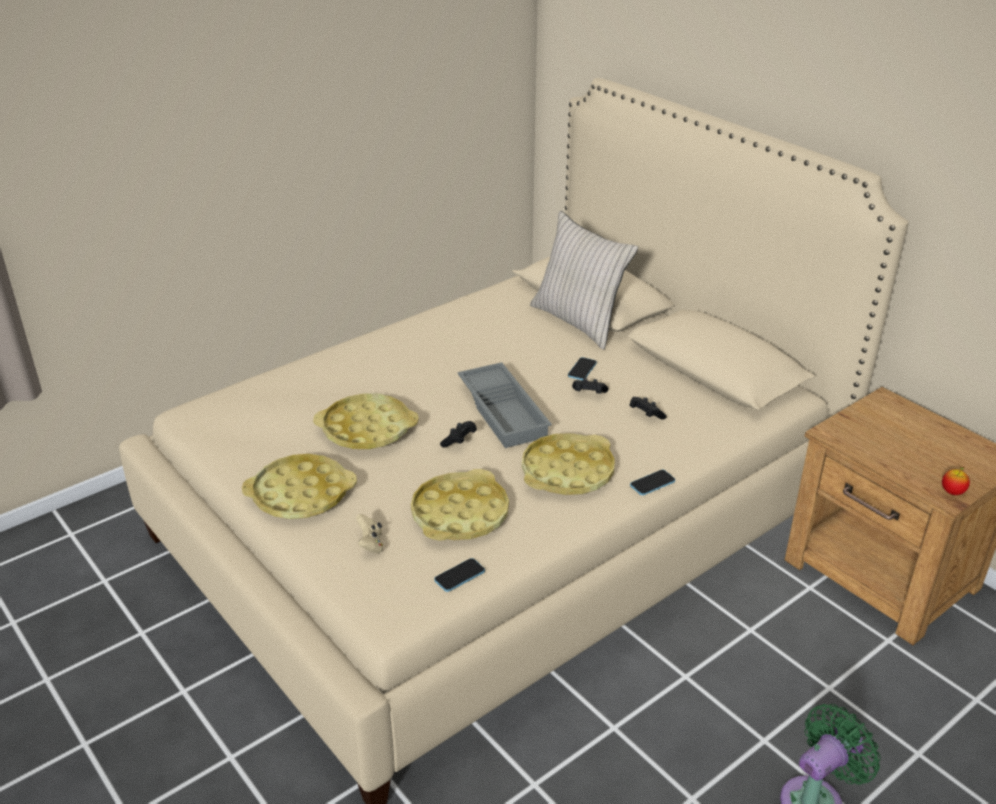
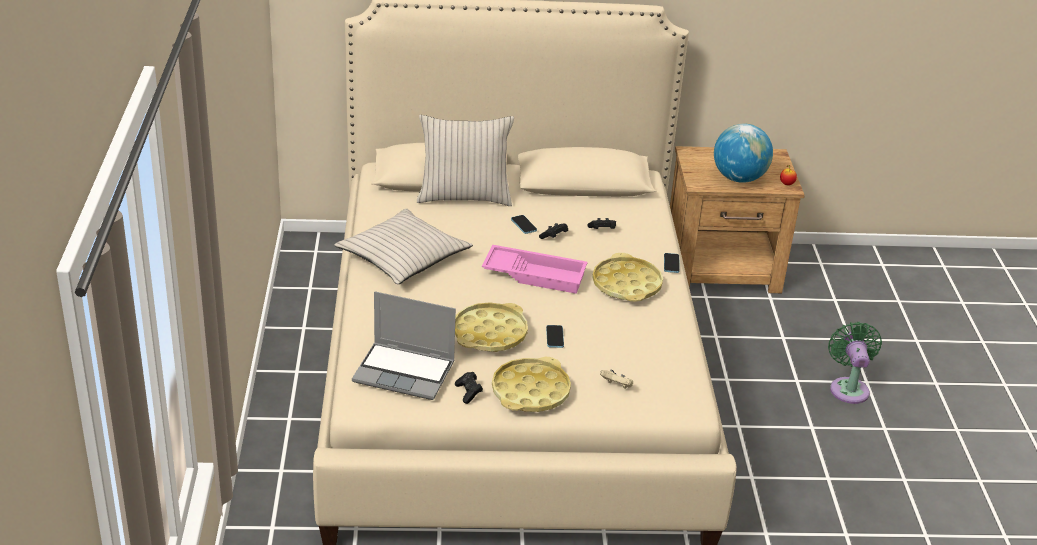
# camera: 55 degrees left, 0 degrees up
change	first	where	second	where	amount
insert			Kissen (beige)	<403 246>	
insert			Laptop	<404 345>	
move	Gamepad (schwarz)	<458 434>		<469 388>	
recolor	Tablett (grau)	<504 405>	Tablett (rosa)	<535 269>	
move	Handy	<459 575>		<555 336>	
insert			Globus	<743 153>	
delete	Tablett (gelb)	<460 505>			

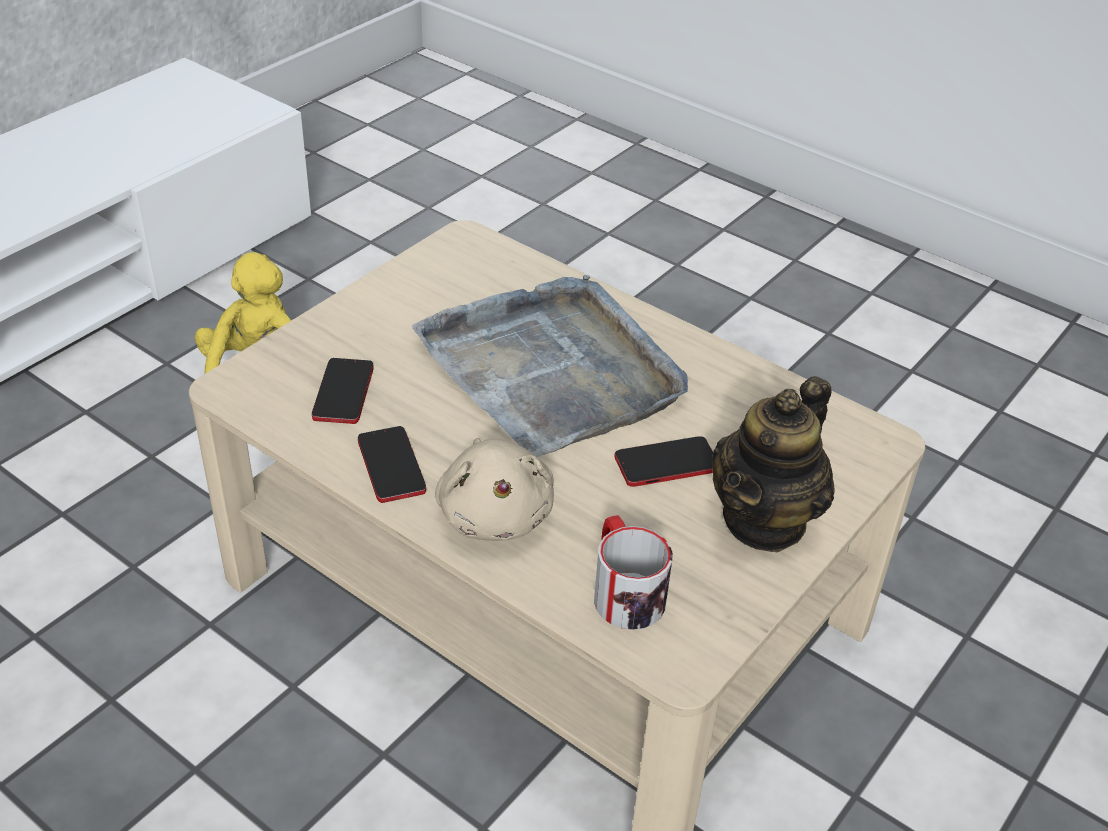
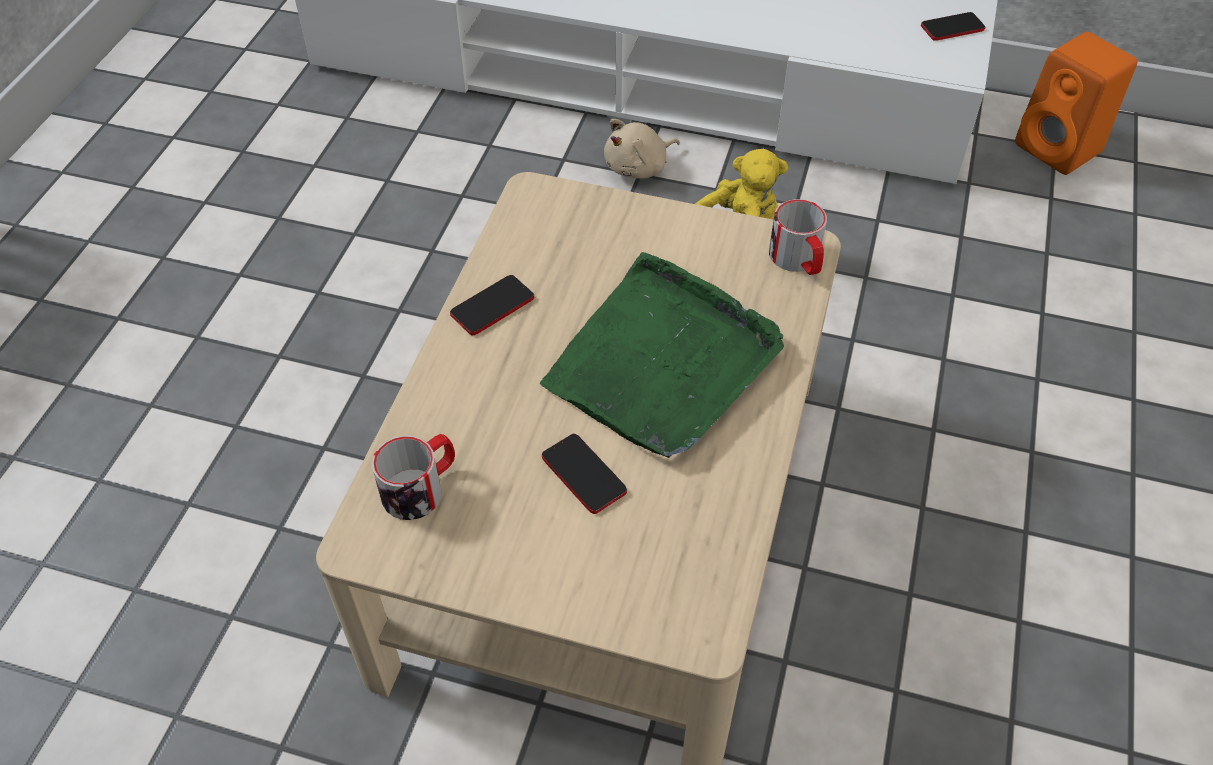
# camera: 70 degrees right, 10 degrees up
change	first	where	second	where	amount
recolor	Tablett (grau)	<550 366>	Tablett (grün)	<662 355>	
move	Plüschtier (beige)	<494 489>		<642 149>	
insert			Henkelbecher	<798 237>	
move	Handy	<343 391>		<953 26>	
insert			Lautsprecher (orange)	<1076 103>	
delete	Teekanne	<773 464>			

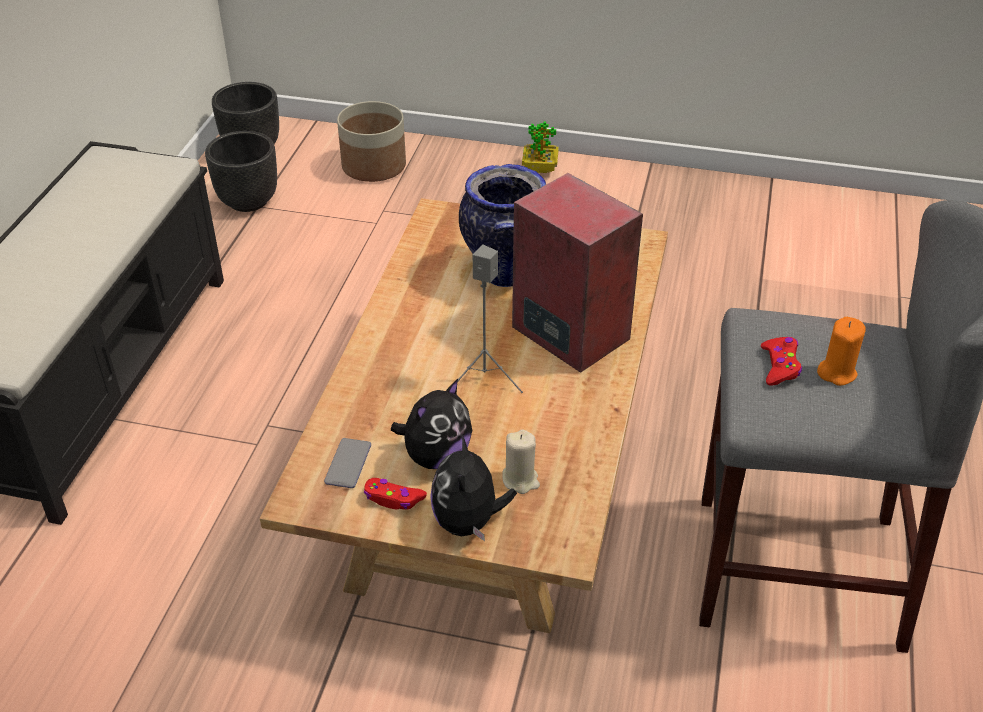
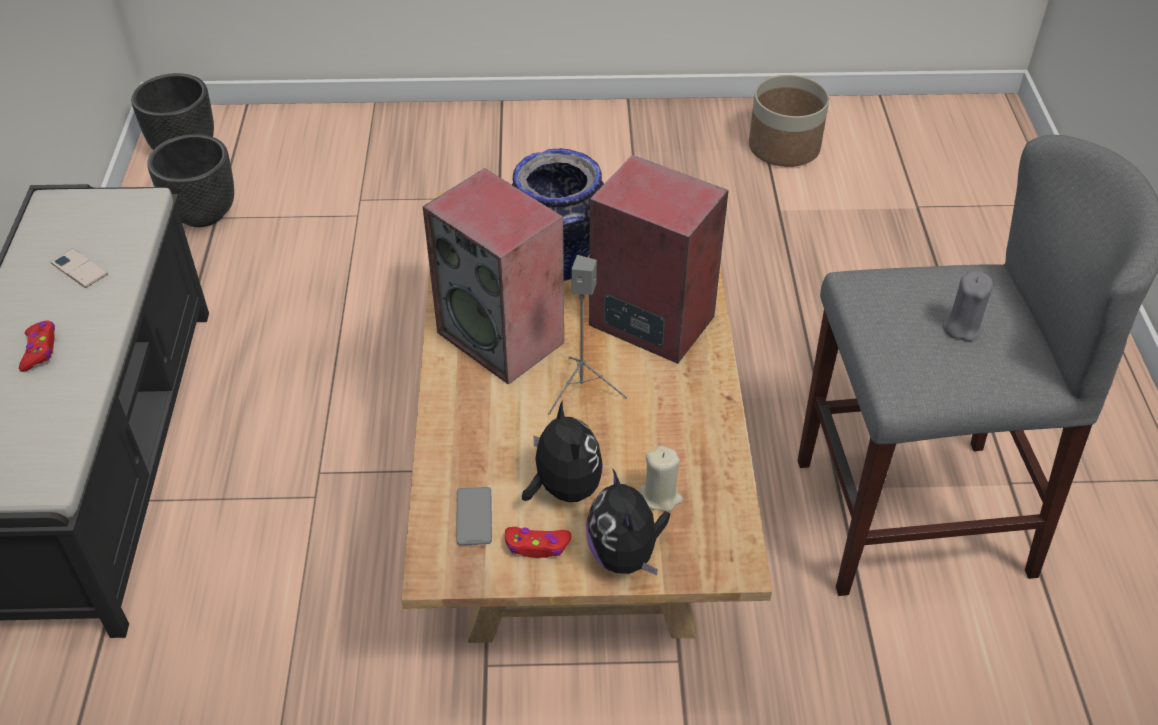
# camera: 15 degrees left, 5 degrees up
change	first	where	second	where	amount
move	Gamepad (rot)	<781 361>		<37 346>	
insert			Handy	<79 268>	
insert			Lautsprecher	<493 276>	
rotate	Plüschtier	<431 424>		<562 451>	45 degrees counterclockwise
move	Pflanzkübel	<371 141>		<789 121>	
recolor	Kerze (orange)	<841 351>	Kerze (grau)	<968 306>	
delete	Topfpflanze	<540 147>			

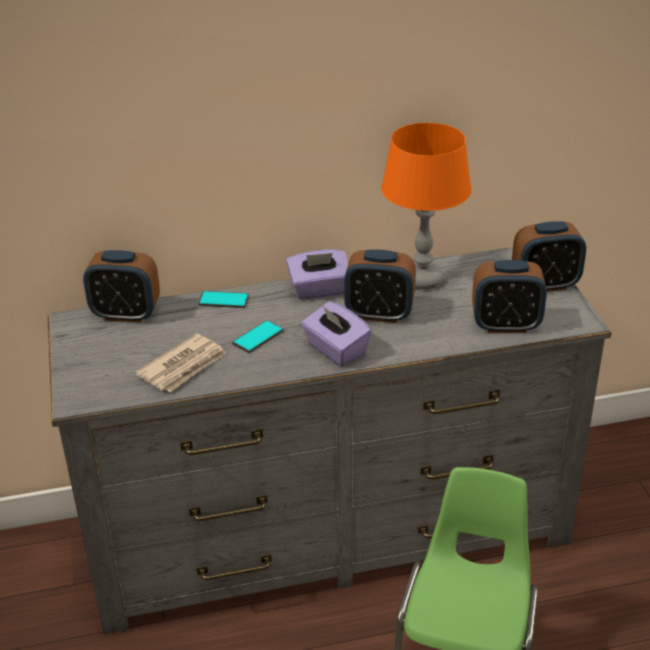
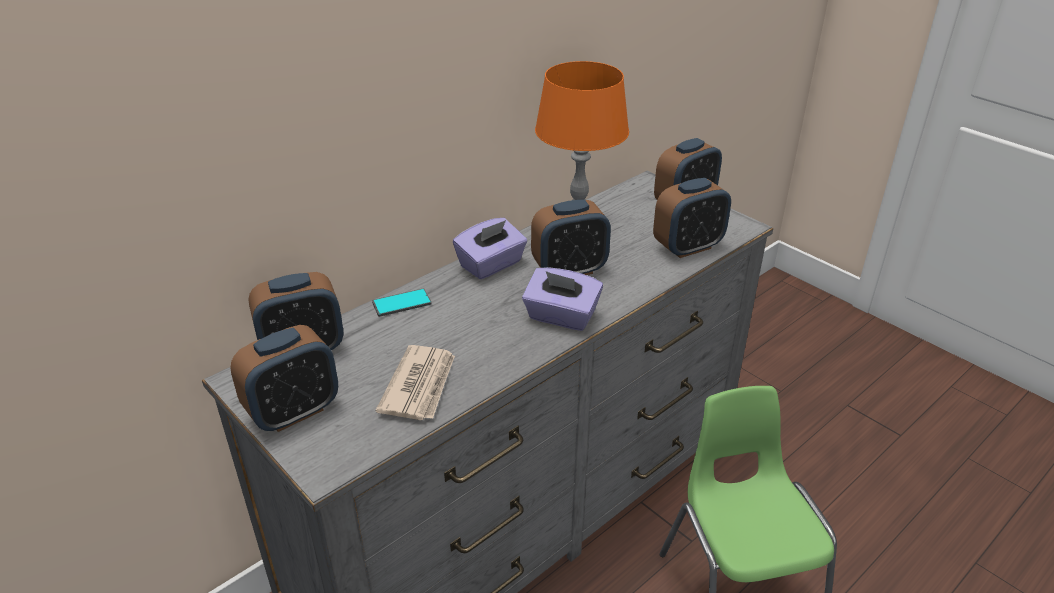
# camera: 30 degrees left, 0 degrees up
change	first	where	second	where	amount
insert			Wecker	<284 378>	
delete	Handy	<258 336>			

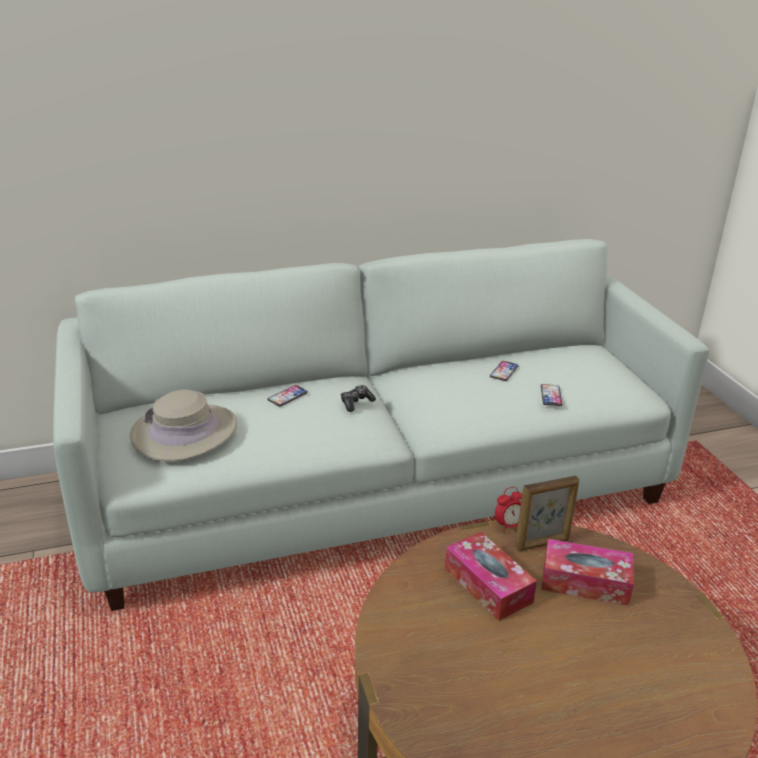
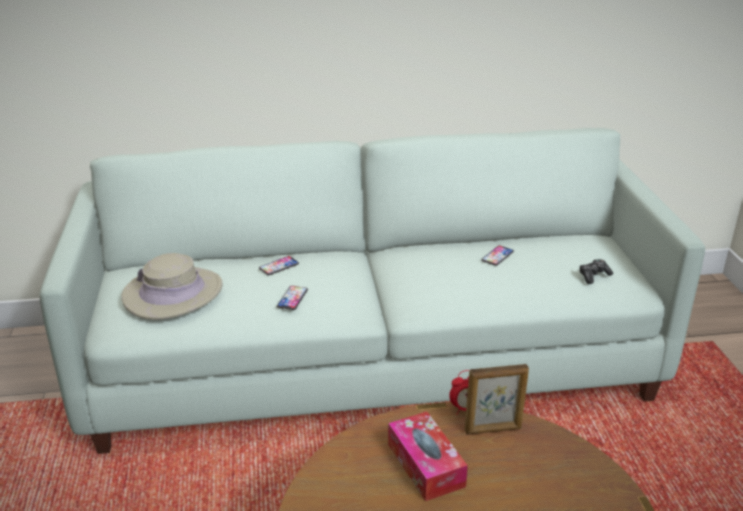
# camera: 10 degrees right, 0 degrees up
change	first	where	second	where	amount
move	Handy	<552 395>		<292 298>	
move	Gamepad	<358 398>		<596 271>	
delete	Taschentuchbox	<588 572>			

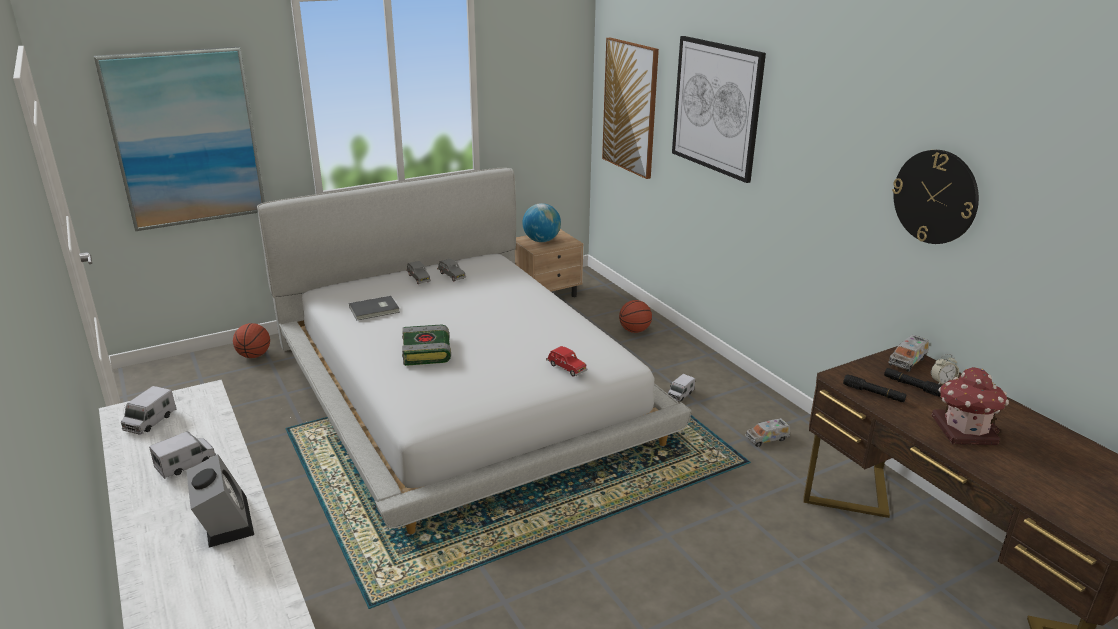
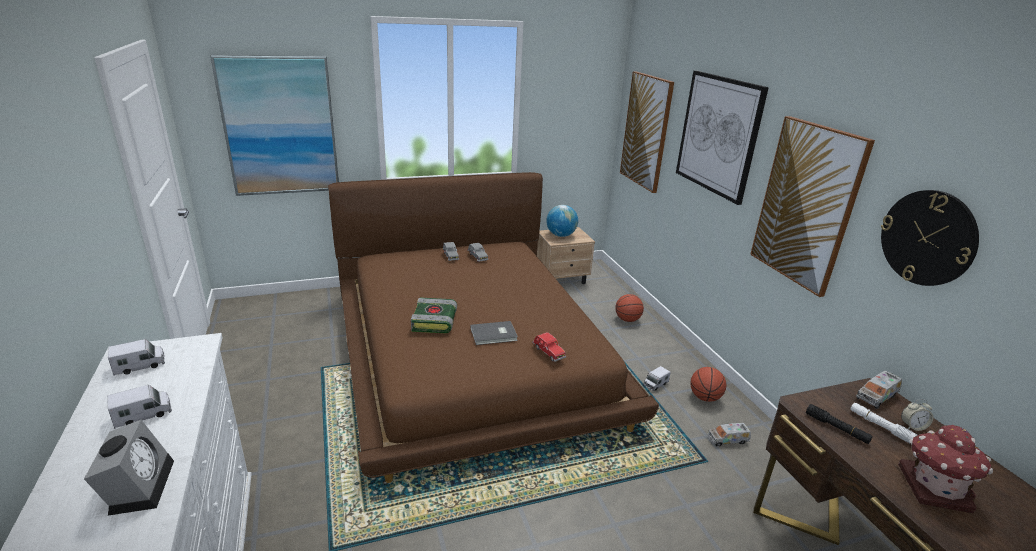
# camera: 10 degrees right, 0 degrees up
change	first	where	second	where	amount
rotate	Spielzeuglaster	<149 410>		<136 357>	150 degrees counterclockwise
recolor	Bett (weiß)	<474 351>	Bett (braun)	<493 327>	
move	Buch (grau)	<374 308>		<494 333>	
move	Basketball	<251 340>		<708 384>	
insert			Bild	<812 206>	
recolor	Taschenlampe (schwarz)	<913 382>	Taschenlampe (weiß)	<884 423>	

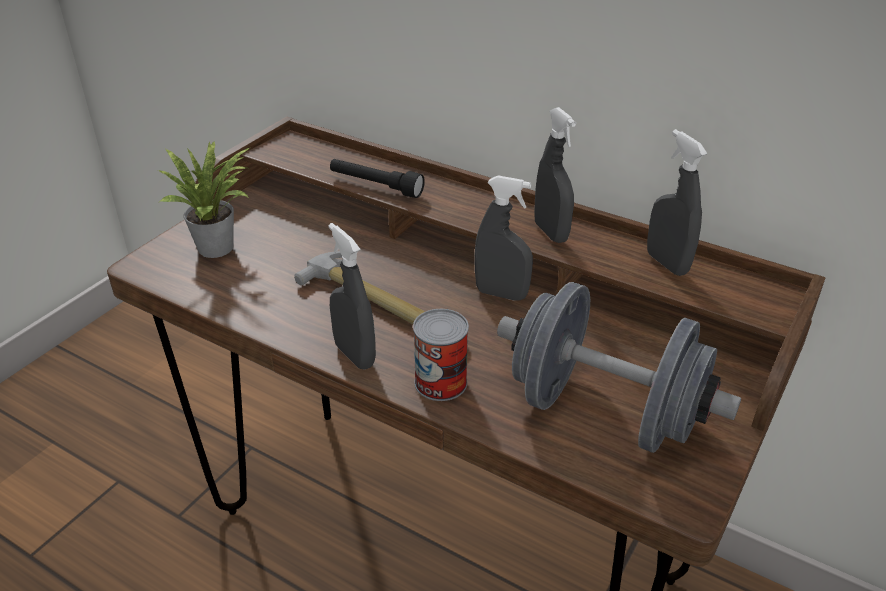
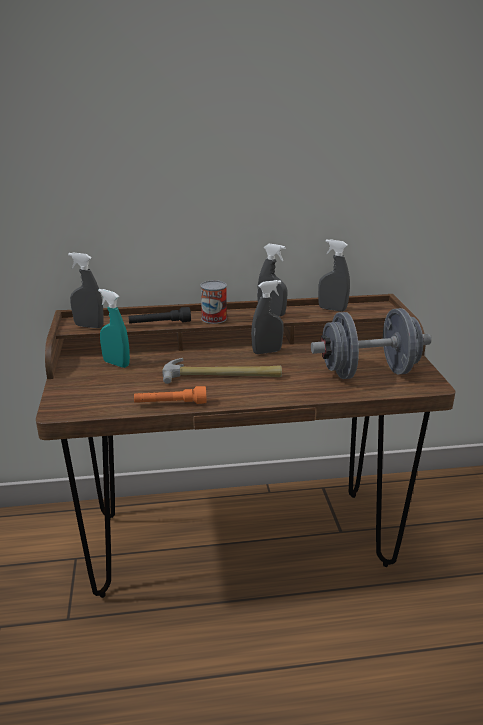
# camera: 40 degrees left, 10 degrees down
change	first	where	second	where	amount
move	Sprühflasche (grau)	<352 296>		<86 290>	
insert			Sprühflasche (türkis)	<114 328>	
insert			Taschenlampe (orange)	<170 395>	
move	Dose	<441 355>		<213 302>	
delete	Topfpflanze	<204 199>			

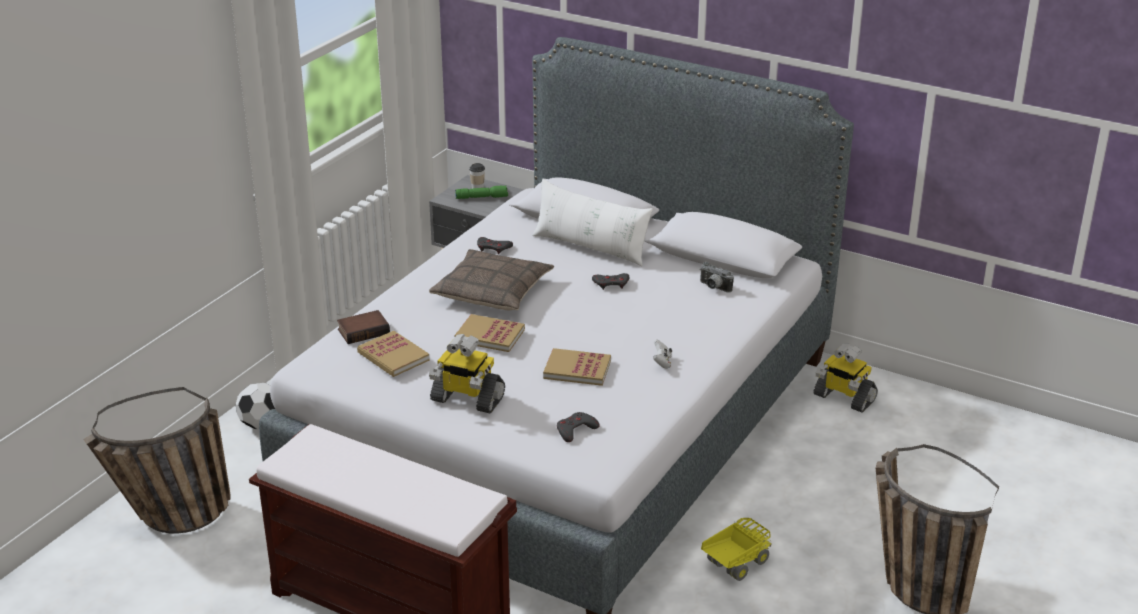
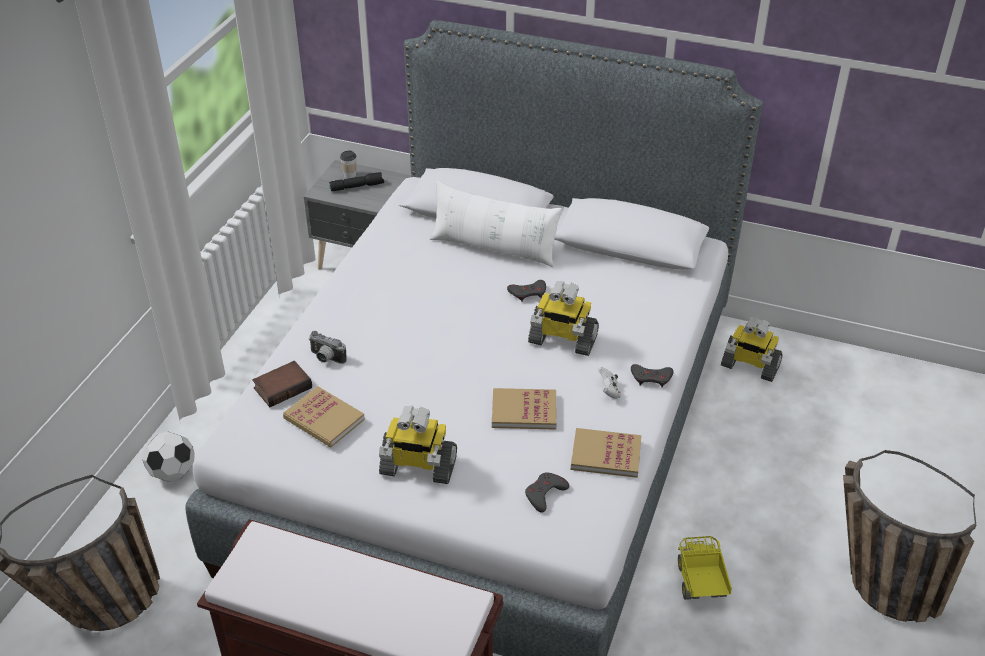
# camera: 10 degrees left, 10 degrees up
change	first	where	second	where	amount
move	Kamera	<717 277>		<328 347>	
recolor	Taschenlampe (grün)	<481 192>	Taschenlampe (schwarz)	<356 181>	
insert			Spielzeugroboter	<563 318>	
move	Buch	<489 333>		<606 453>	
move	Gamepad (grau)	<495 245>		<652 375>	
rotate	Spielzeuglaster	<736 549>		<705 568>	45 degrees counterclockwise
delete	Kissen	<491 279>			

